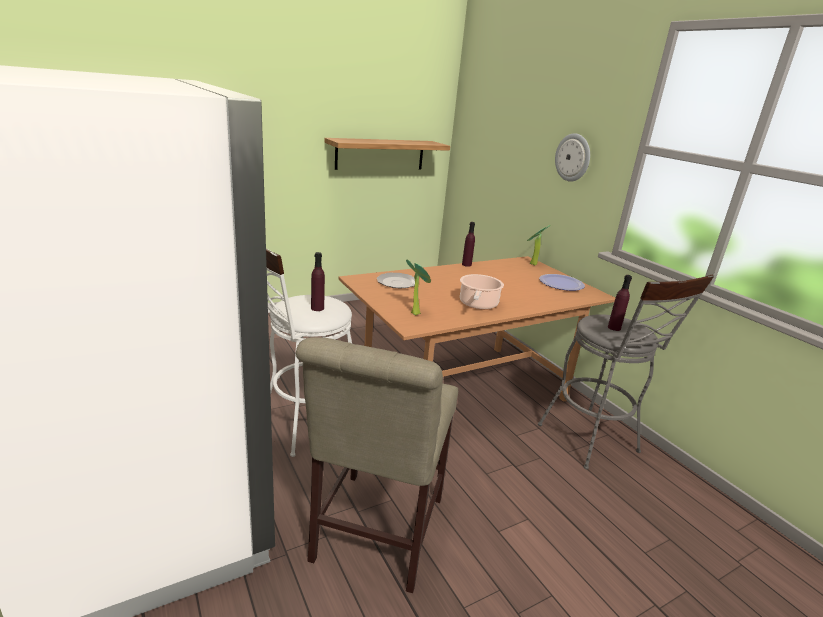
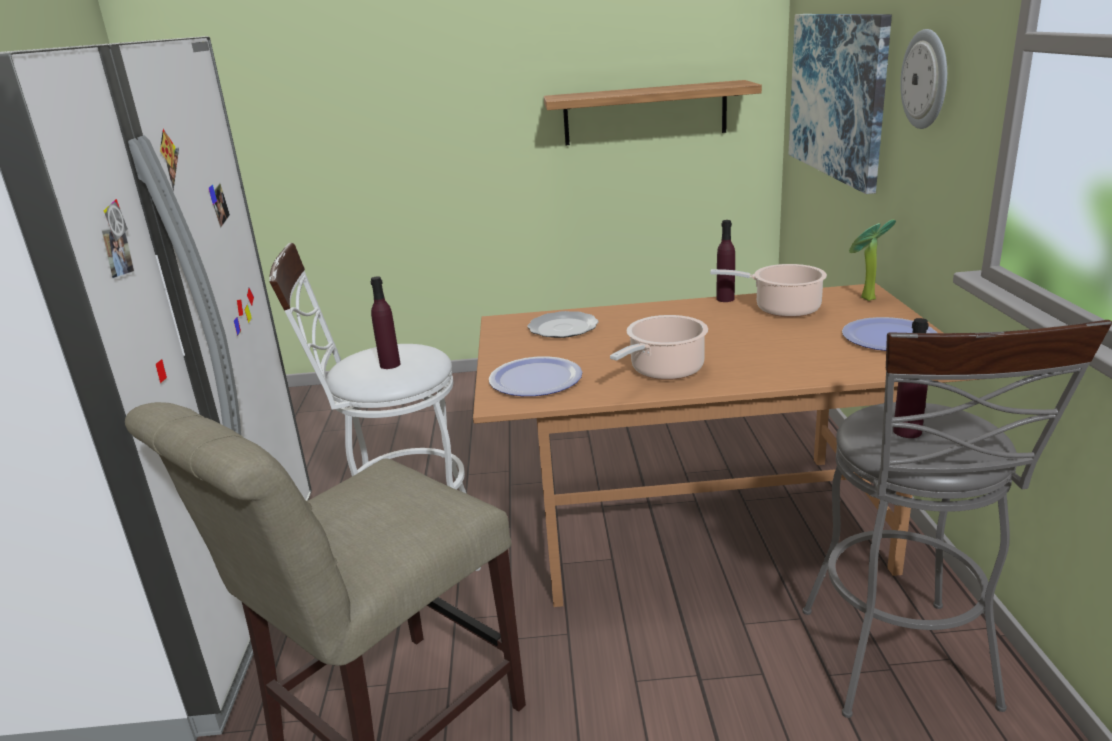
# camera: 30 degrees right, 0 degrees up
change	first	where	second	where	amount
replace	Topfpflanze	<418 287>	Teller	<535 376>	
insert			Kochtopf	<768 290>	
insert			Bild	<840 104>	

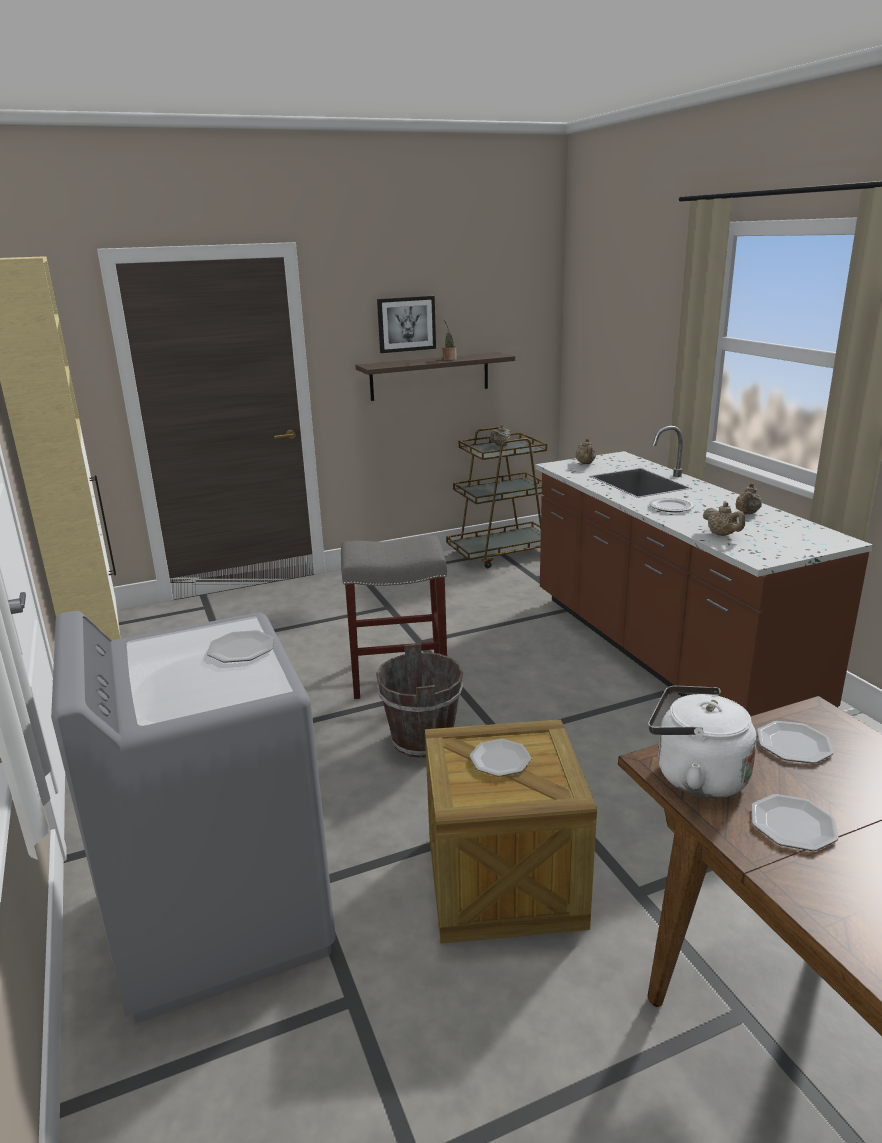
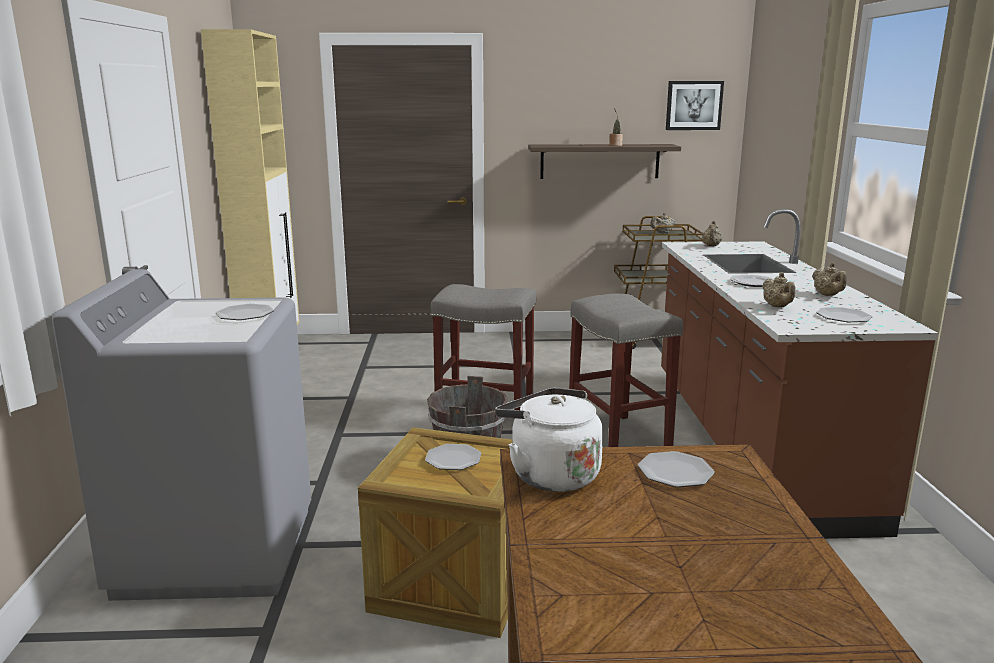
# camera: 20 degrees right, 5 degrees down
change	first	where	second	where	amount
insert			Hocker (grau)	<626 370>	
move	Bild	<406 324>		<695 105>	
rotate	Teekanne (beige)	<748 498>		<829 279>	60 degrees counterclockwise
move	Teller	<795 822>		<844 314>	

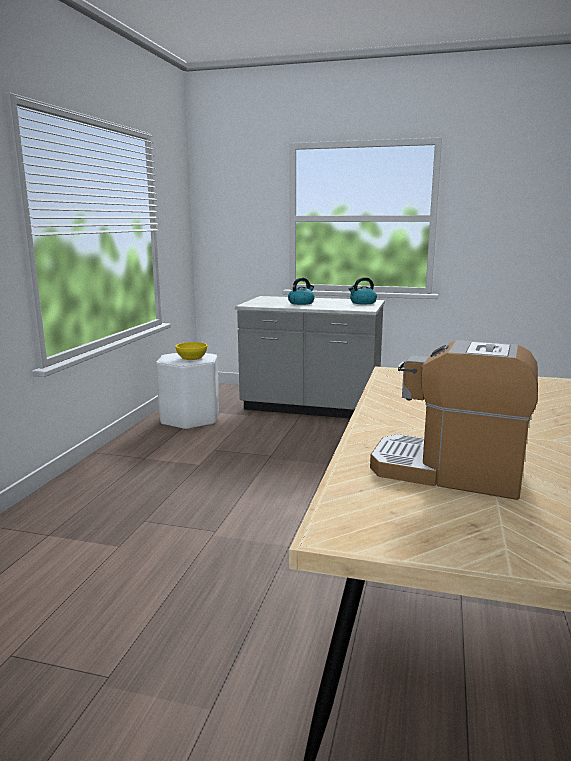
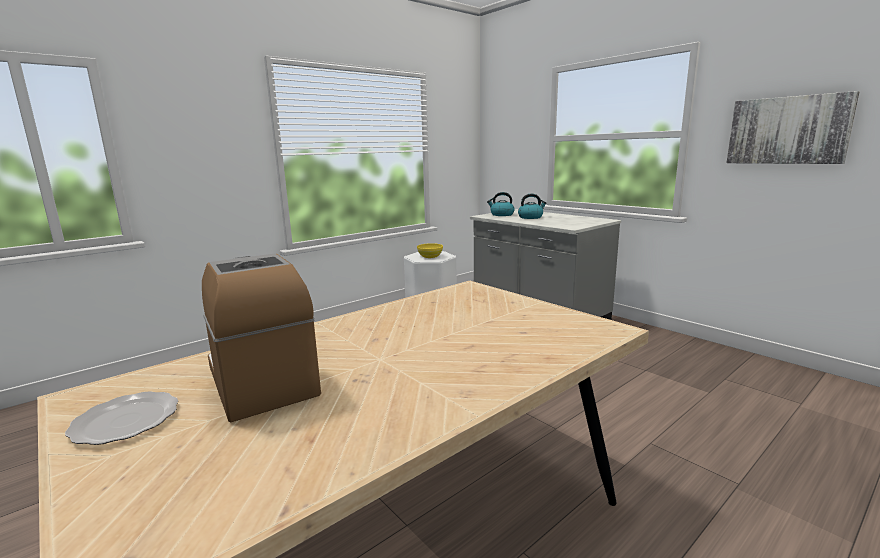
# camera: 35 degrees right, 0 degrees up
change	first	where	second	where	amount
insert			Teller	<121 418>	
move	Wasserkessel	<363 290>		<501 204>	
insert			Bild	<792 127>	

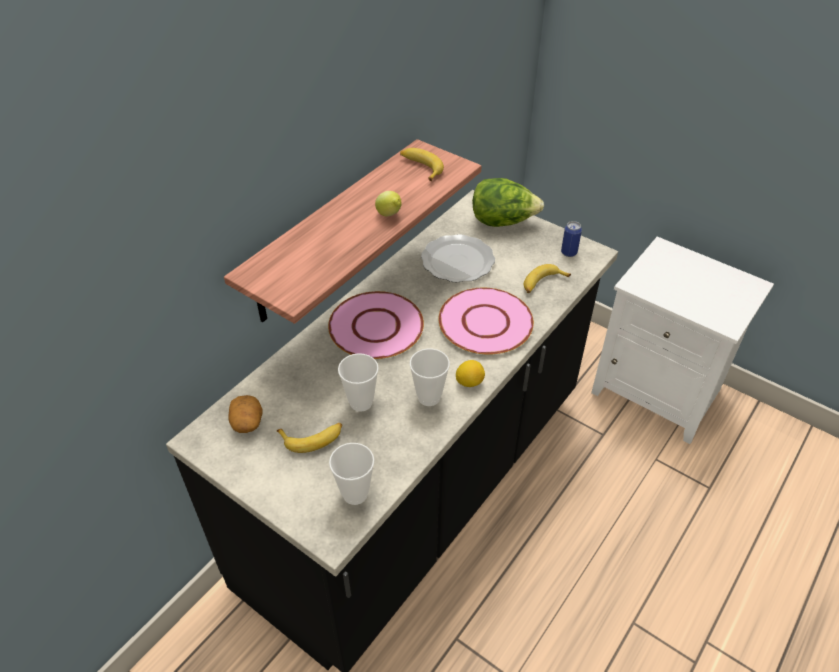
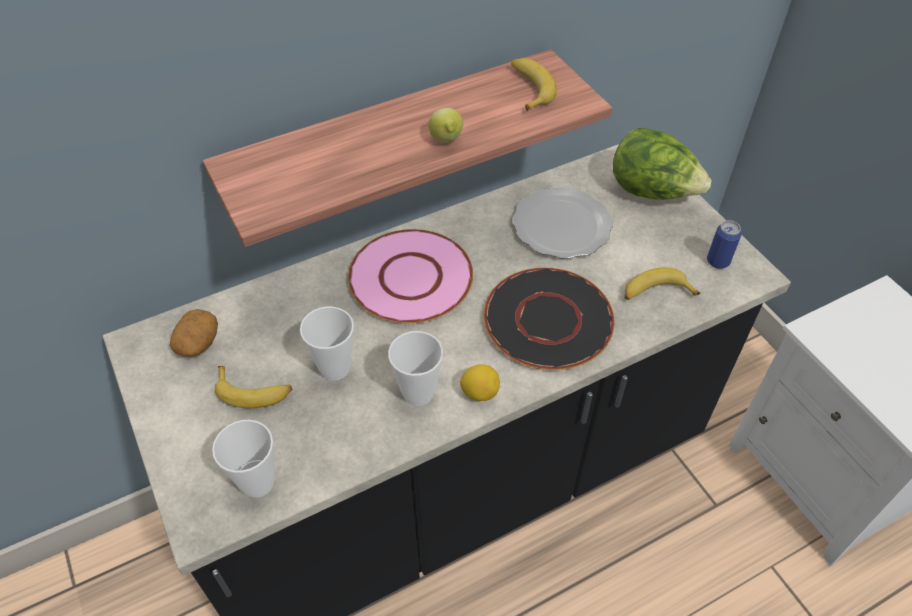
# camera: 25 degrees right, 5 degrees up
change	first	where	second	where	amount
recolor	Teller (rosa)	<486 321>	Teller (schwarz)	<549 319>	

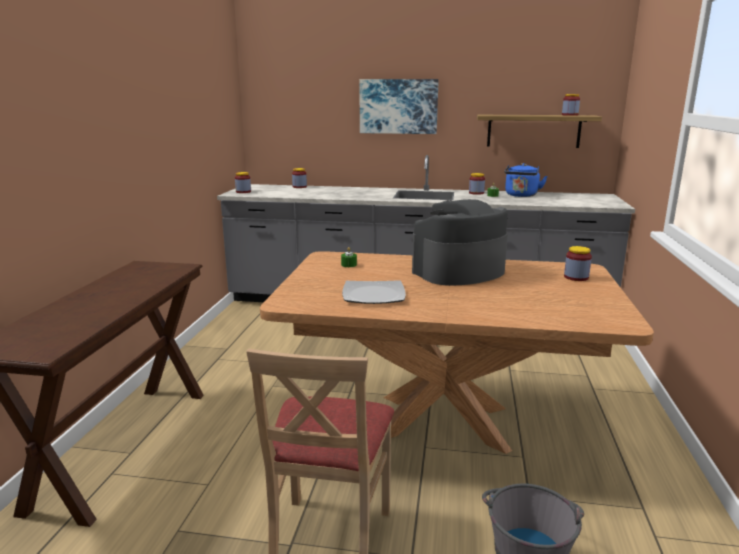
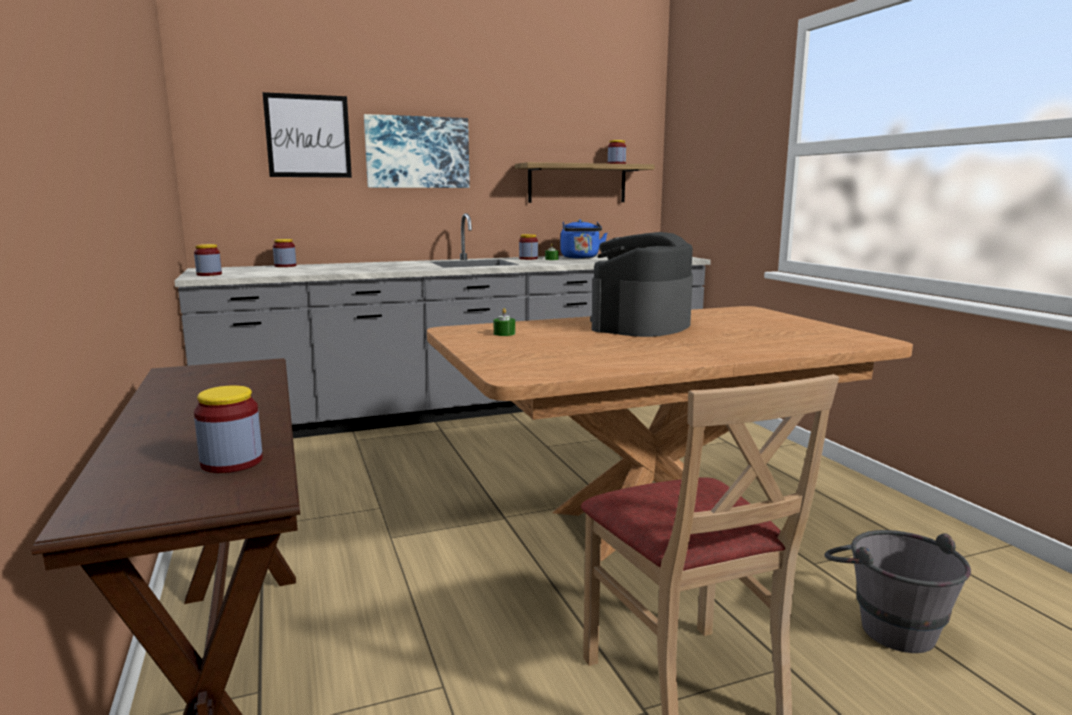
# camera: 30 degrees left, 5 degrees down
change	first	where	second	where	amount
move	Vorratsglas	<578 263>		<228 429>	
insert			Bild	<307 135>	
delete	Teller	<374 292>			

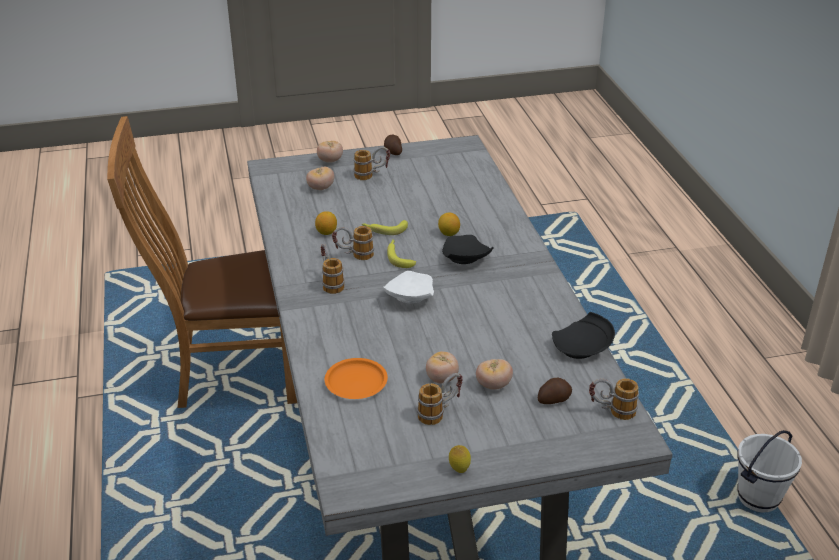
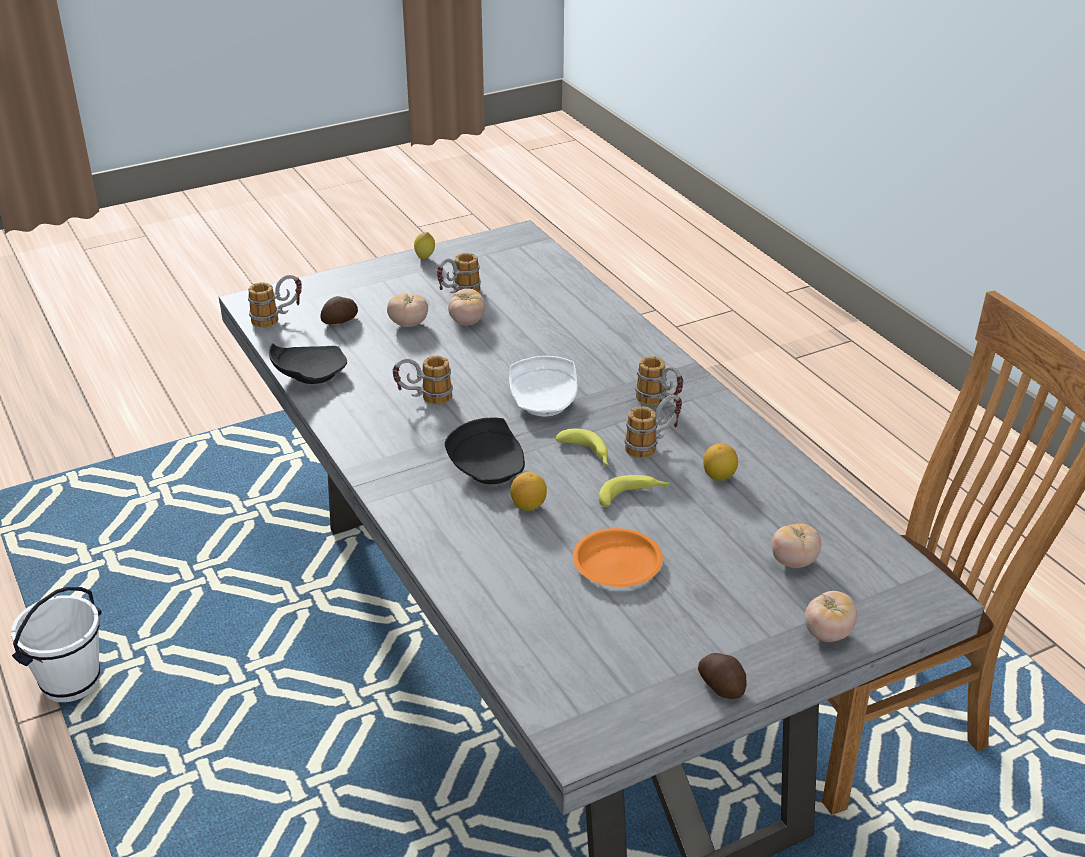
# camera: 165 degrees right, 0 degrees up
change	first	where	second	where	amount
move	Henkelbecher	<371 163>		<423 380>	
move	Teller (orange)	<356 378>		<618 557>	

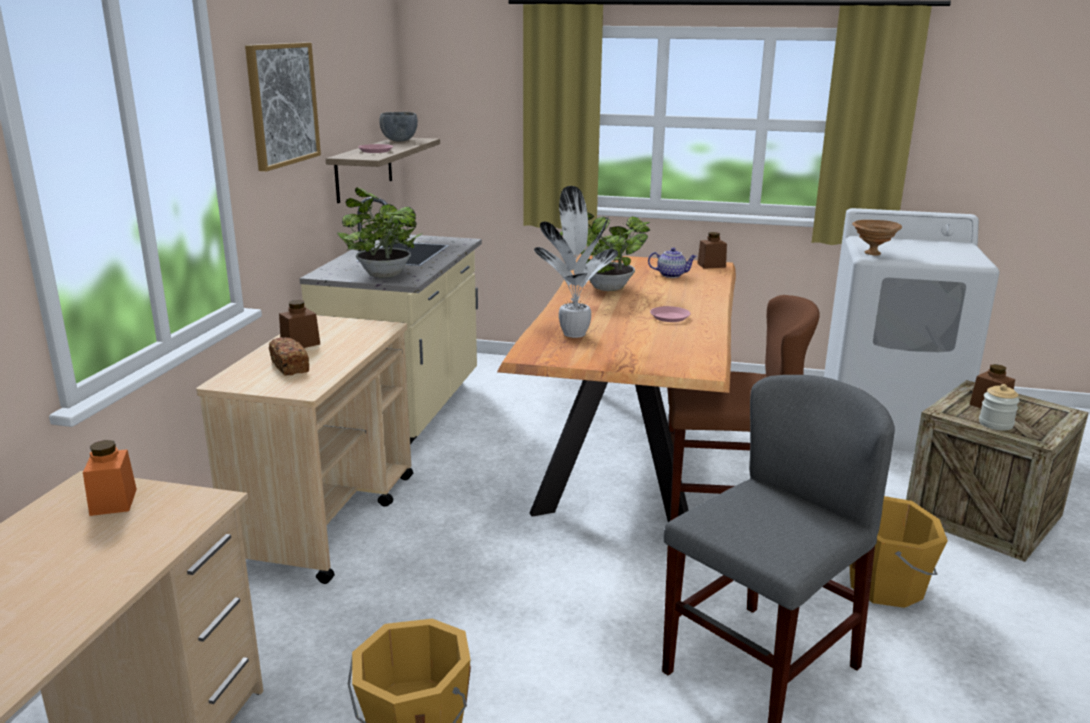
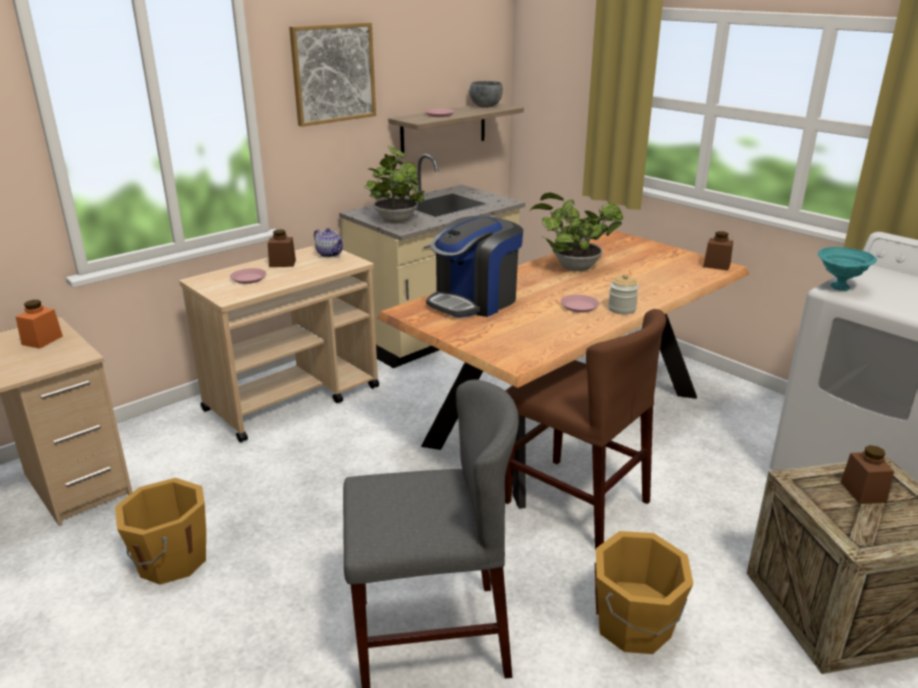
# camera: 35 degrees right, 5 degrees up
change	first	where	second	where	amount
replace	Brot	<289 356>	Teller (rosa)	<248 276>	
move	Teekanne	<672 263>		<329 242>	
replace	Topfpflanze	<576 262>	Kaffeemaschine	<474 267>	
move	Vorratsglas	<999 407>		<623 293>	
recolor	Schüssel (braun)	<877 238>	Schüssel (türkis)	<847 269>	

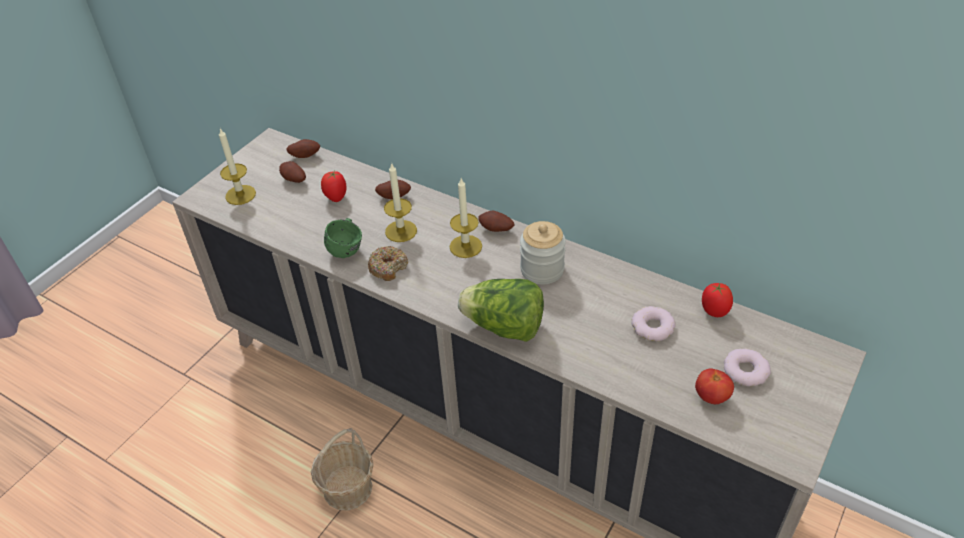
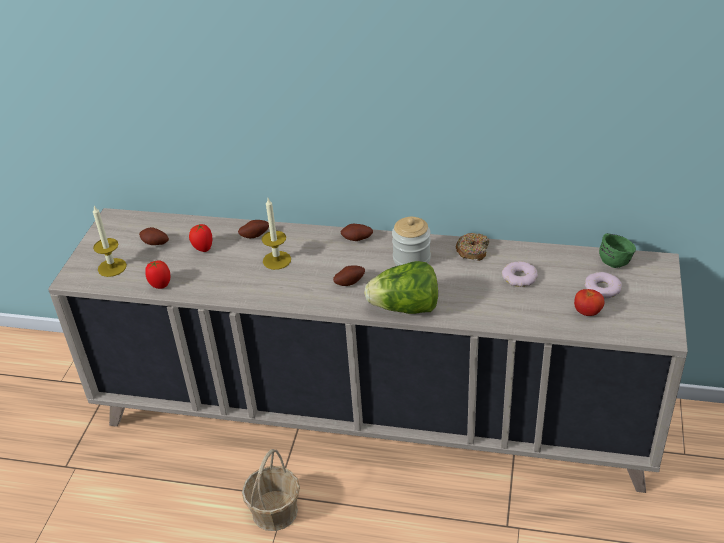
# camera: 20 degrees left, 5 degrees down
change	first	where	second	where	amount
move	Tomate	<717 300>		<157 274>	
move	Kartoffel	<303 148>		<349 275>	
move	Donut	<388 263>		<472 247>	
move	Henkelbecher (grün)	<343 238>		<617 250>	
delete	Kerze	<465 218>			

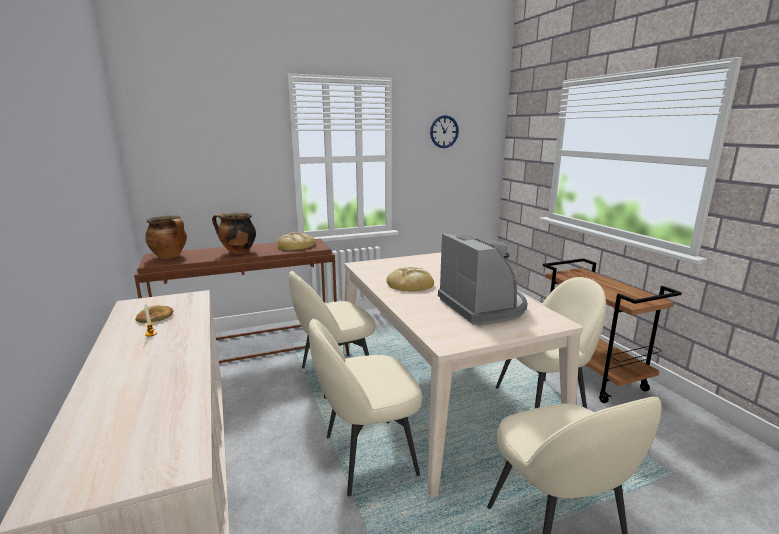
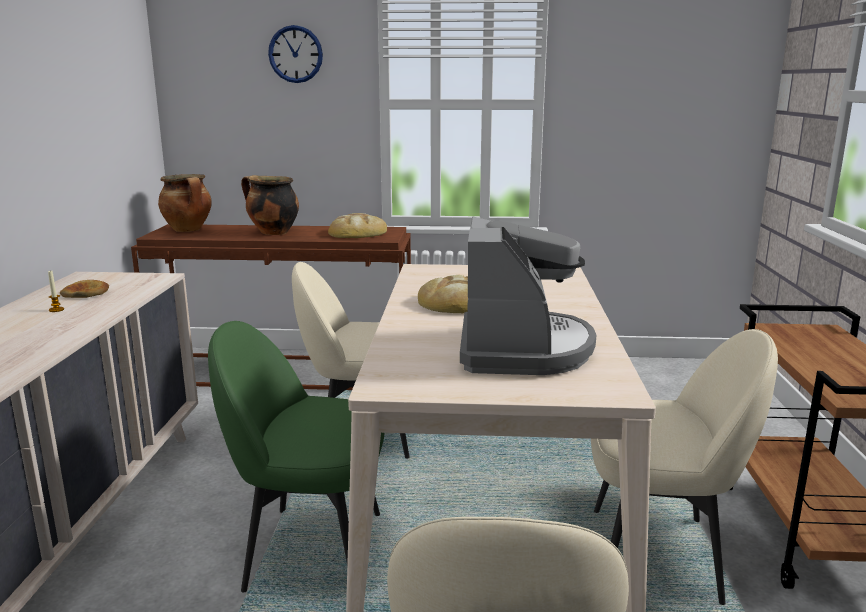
# camera: 25 degrees right, 0 degrees up
change	first	where	second	where	amount
recolor	Stuhl (beige)	<365 408>	Stuhl (grün)	<296 457>	
move	Wanduhr	<444 131>		<295 54>	

